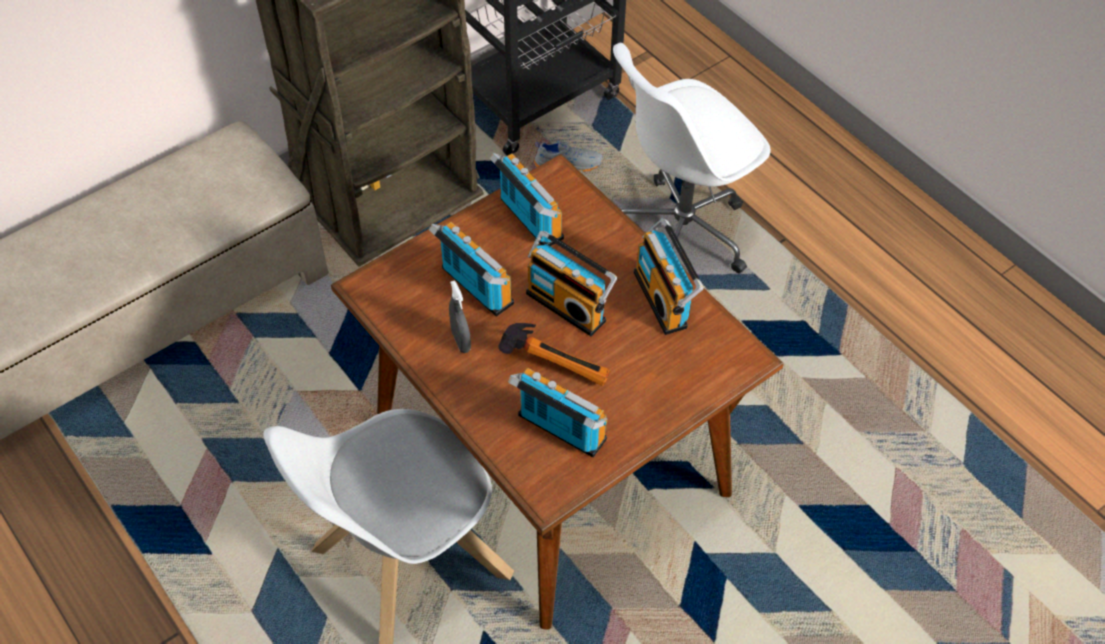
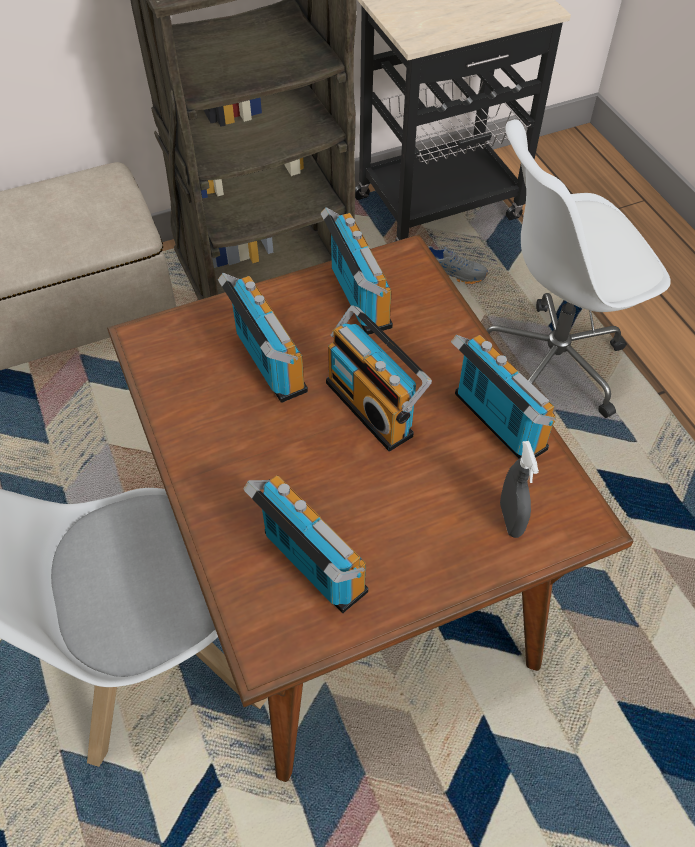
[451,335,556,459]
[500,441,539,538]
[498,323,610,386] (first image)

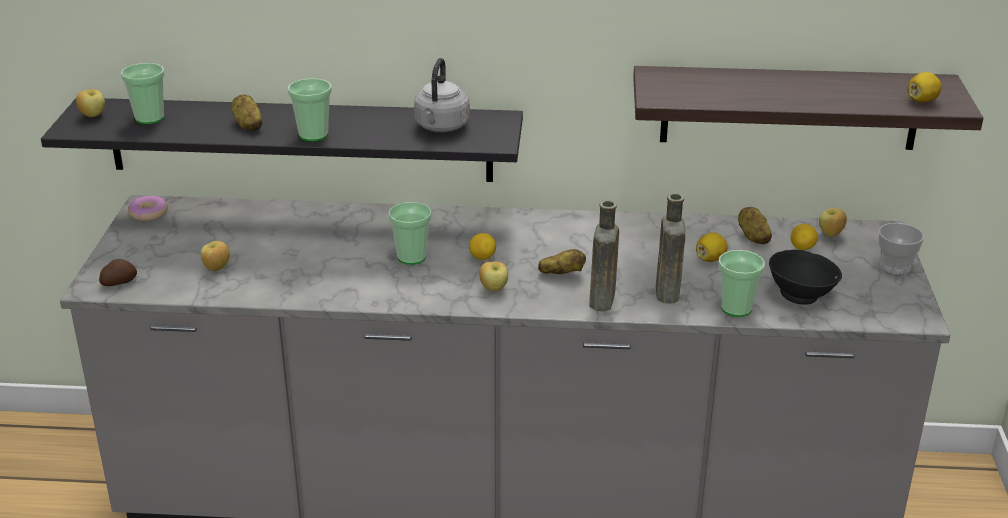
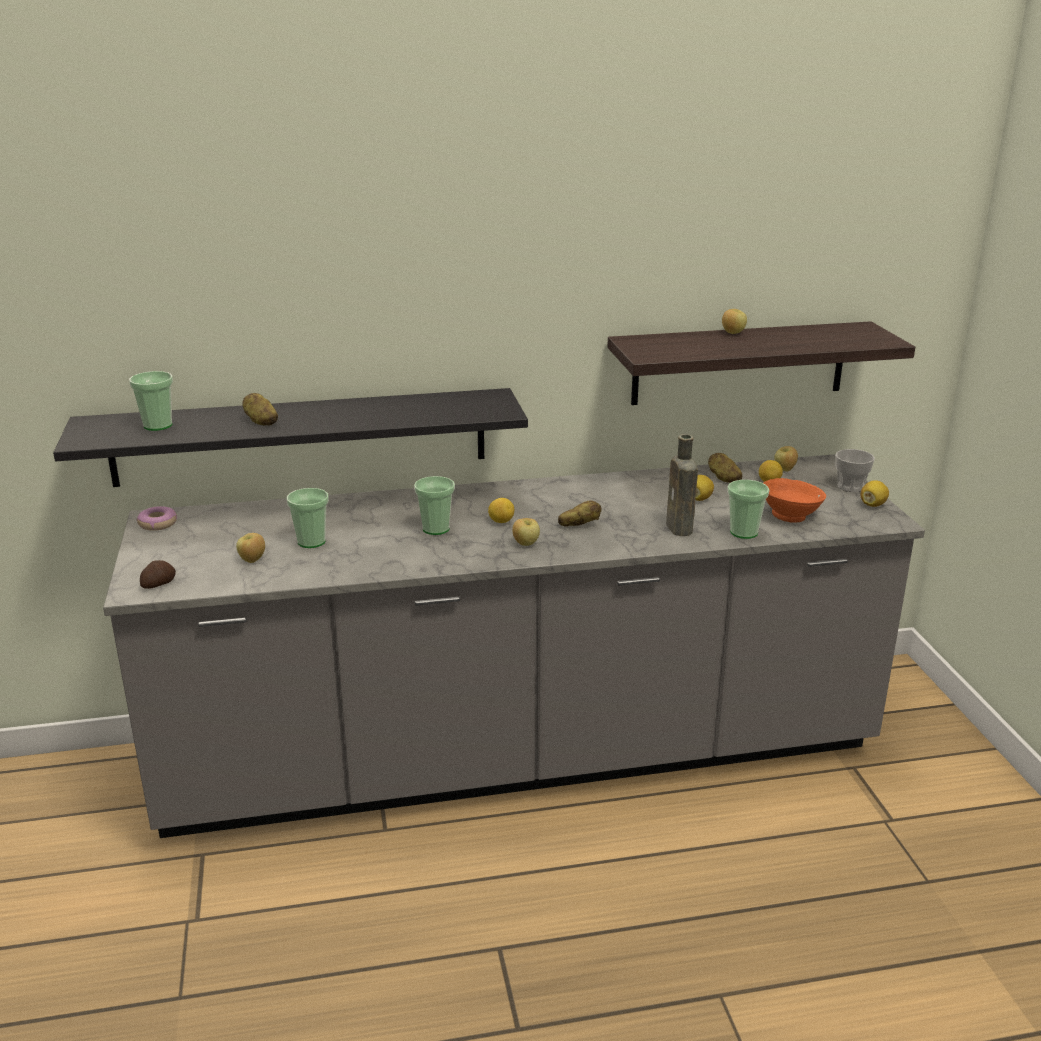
[287,488,329,548]
[722,309,747,334]
[764,478,826,523]
[860,480,889,507]
[414,58,470,132] (first image)
[589,200,619,311] (first image)

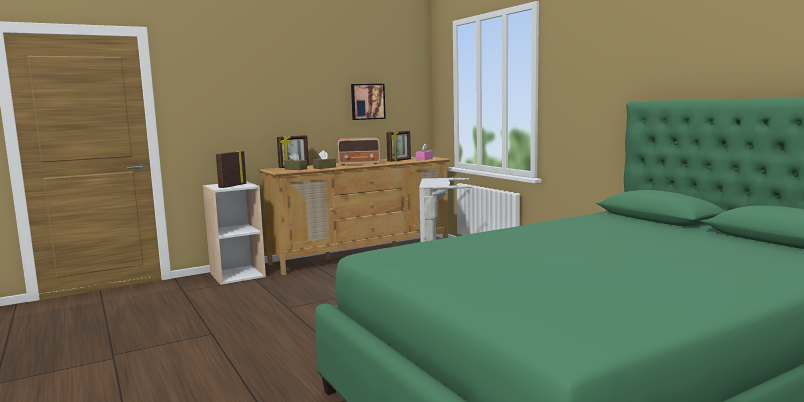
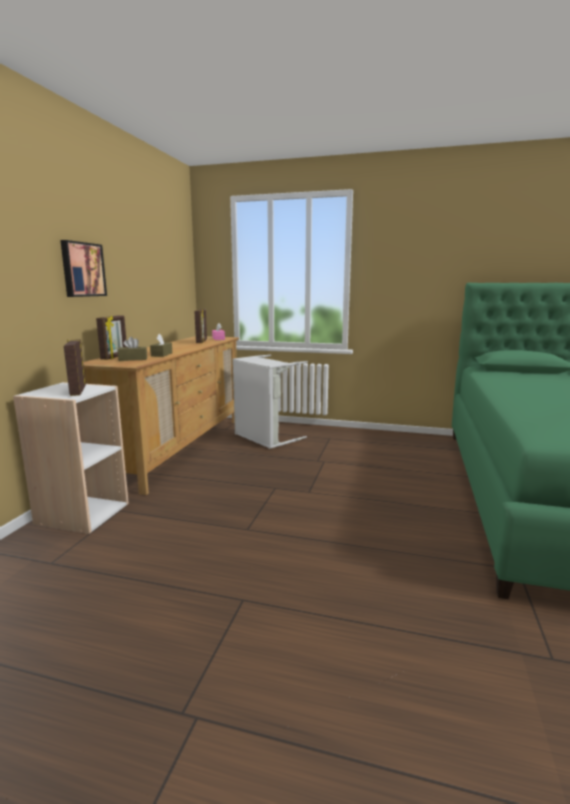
[60,240,107,297]
[337,137,380,166] (first image)

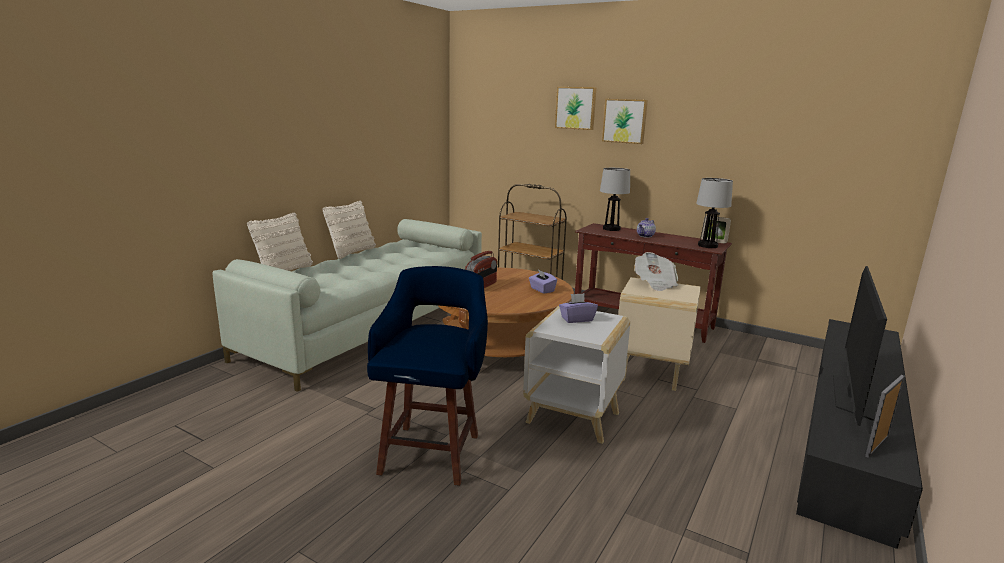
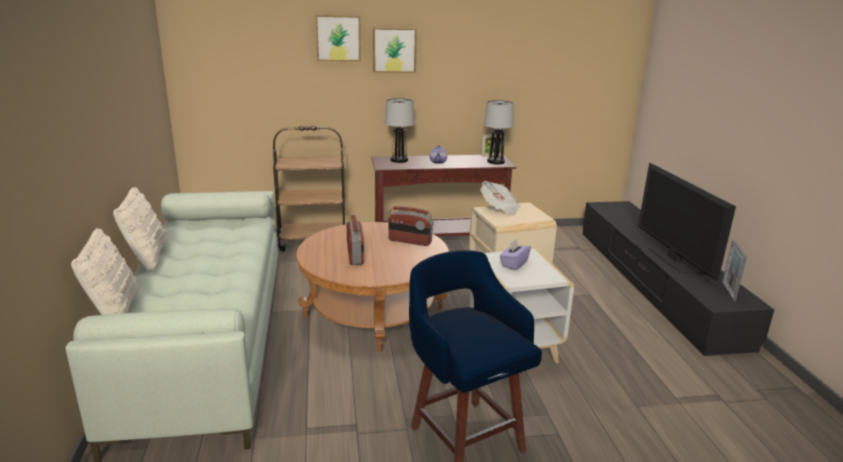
[388,206,434,246]

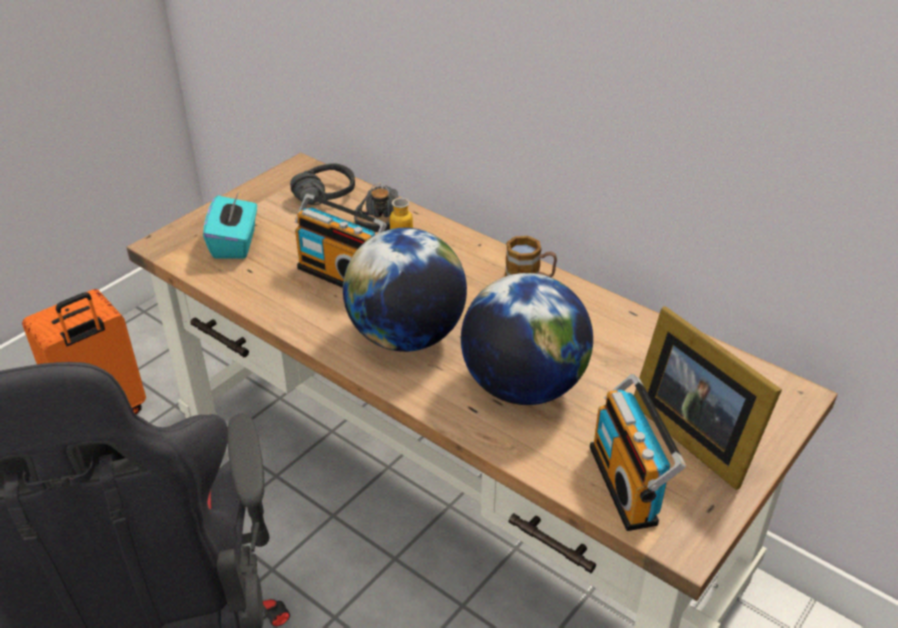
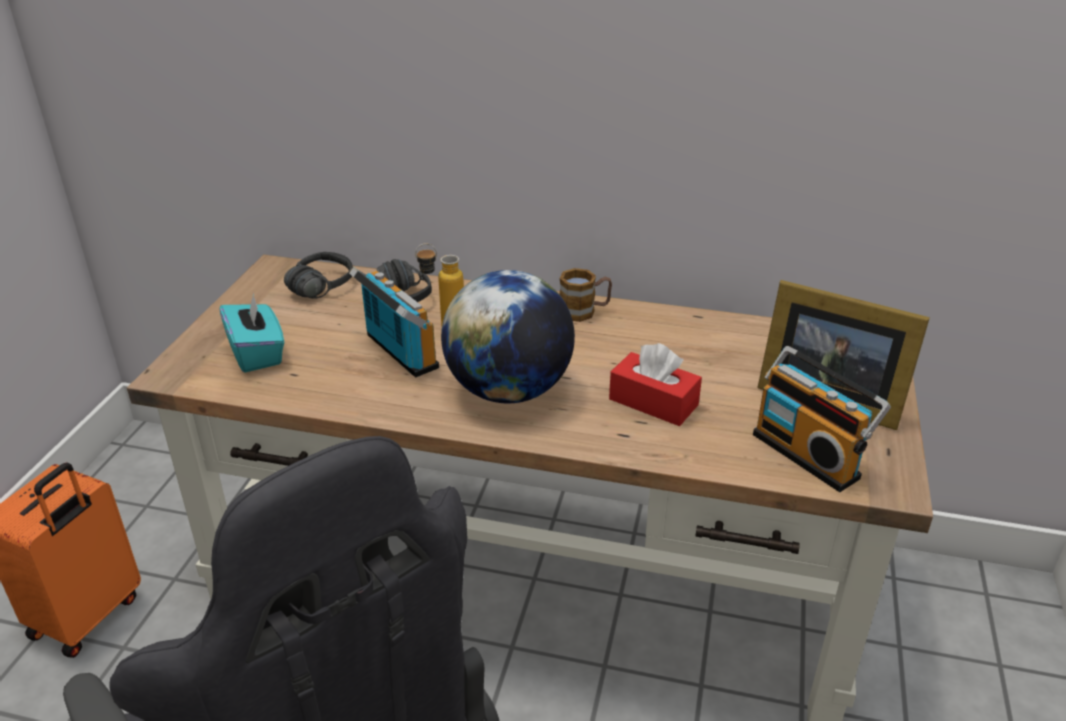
[349,267,439,377]
[609,343,702,426]

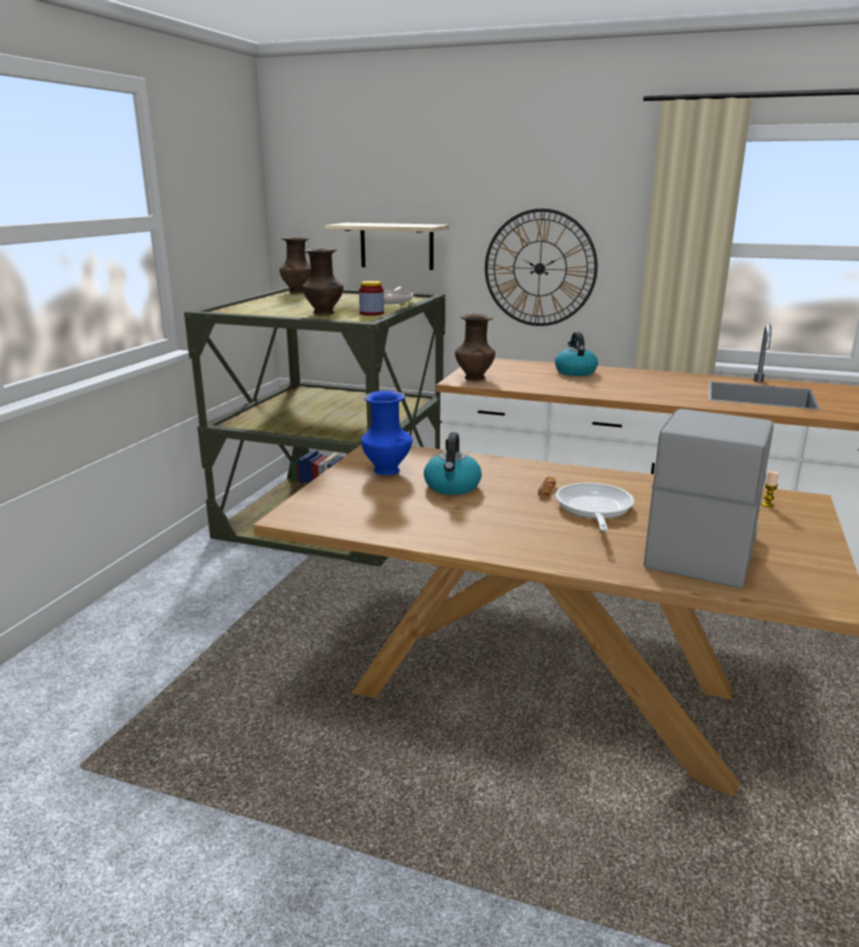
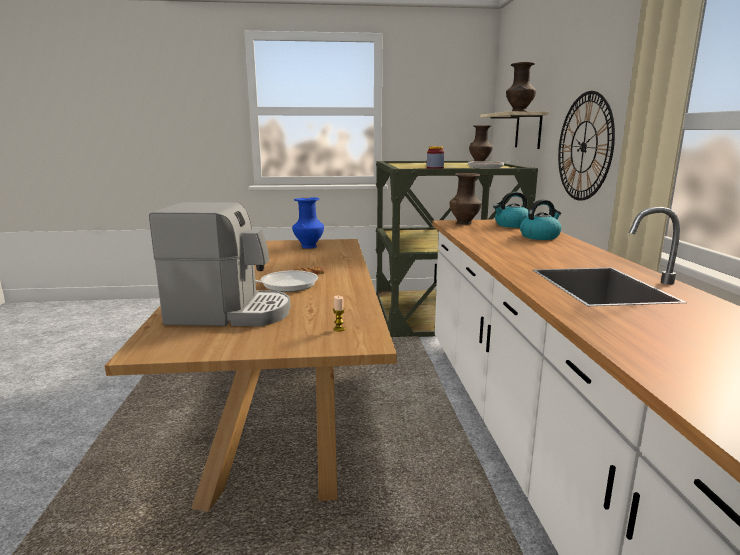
[493,192,529,228]
[506,62,536,111]

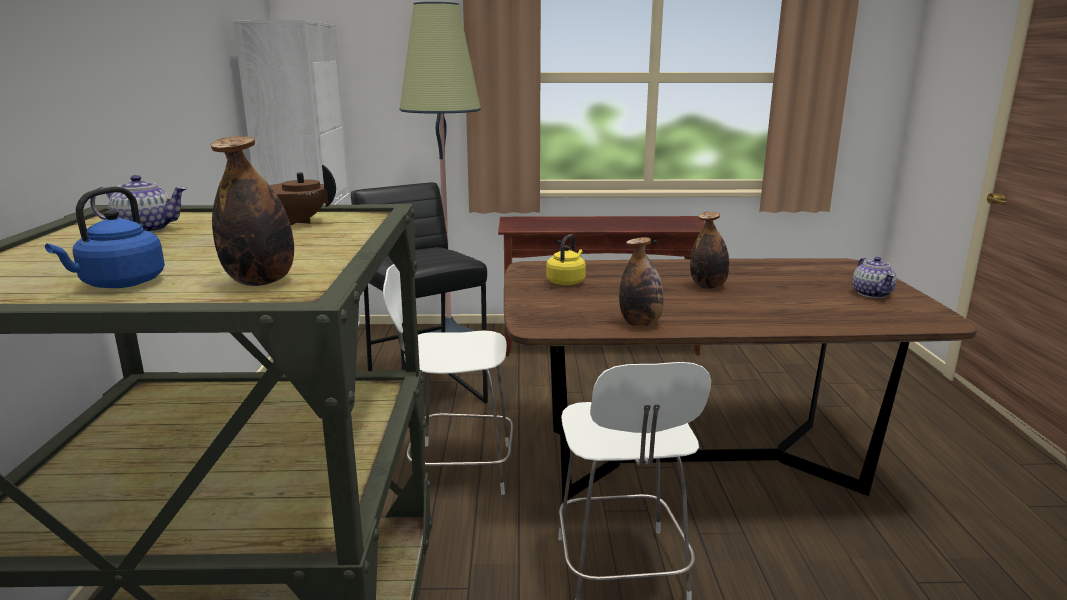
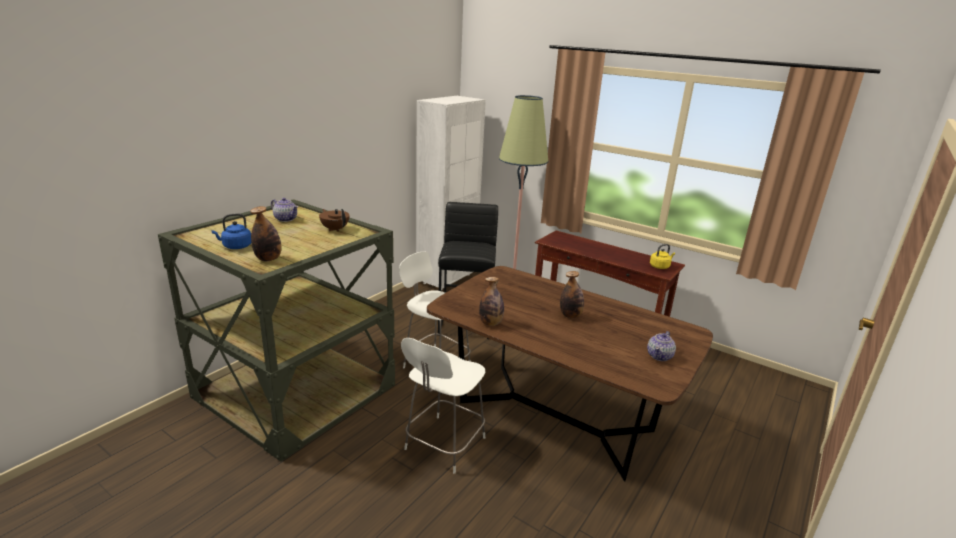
[650,244,675,269]

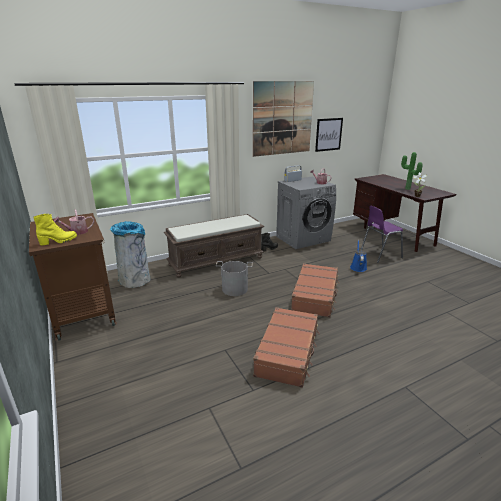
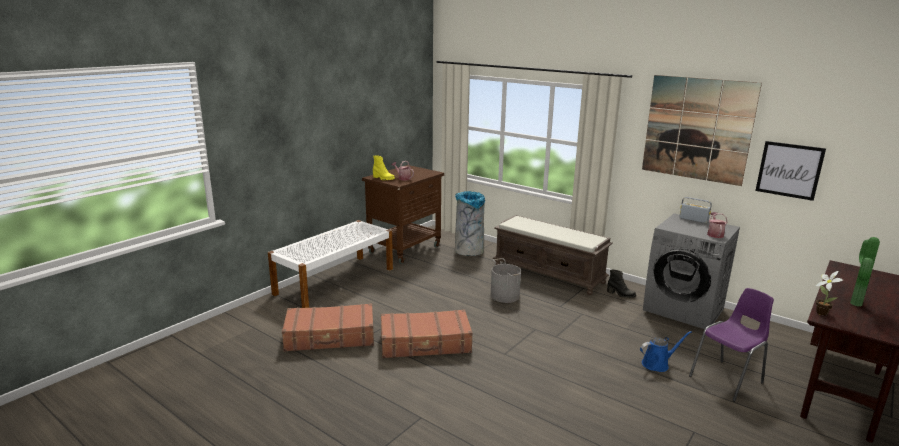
[268,220,393,308]
[282,303,374,352]
[689,288,774,402]

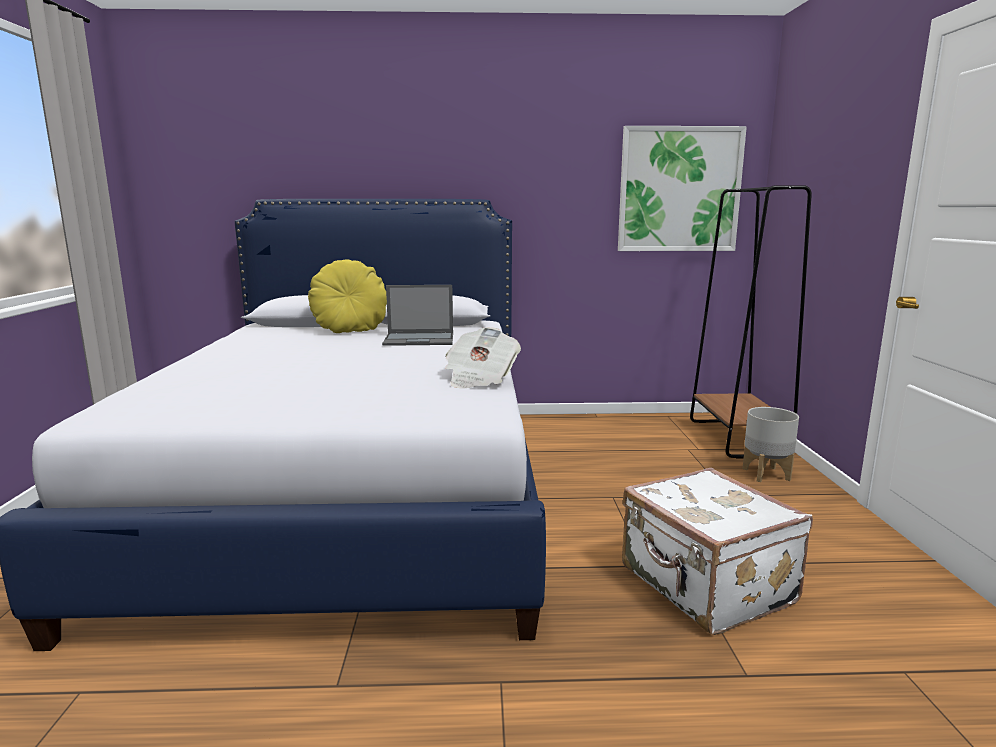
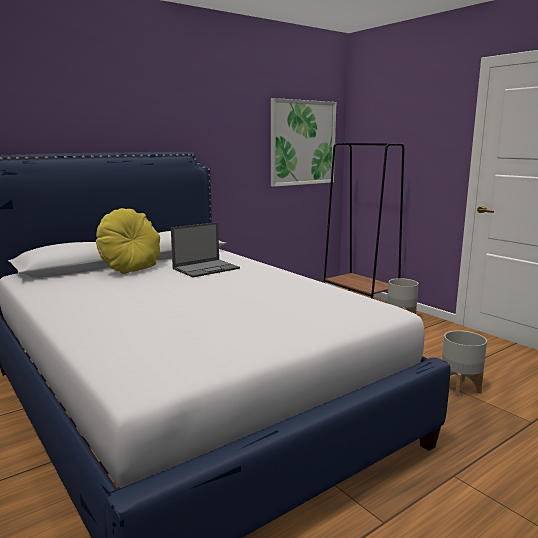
[442,330,487,397]
[445,327,521,388] (first image)

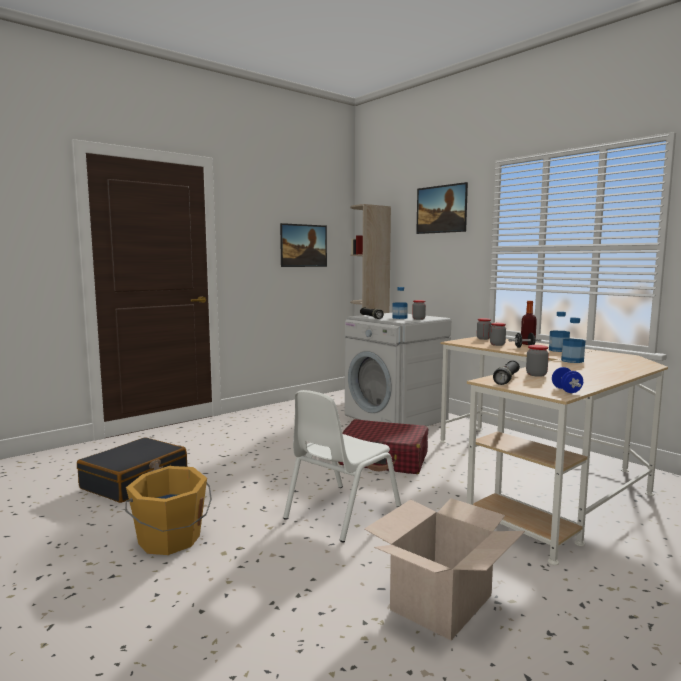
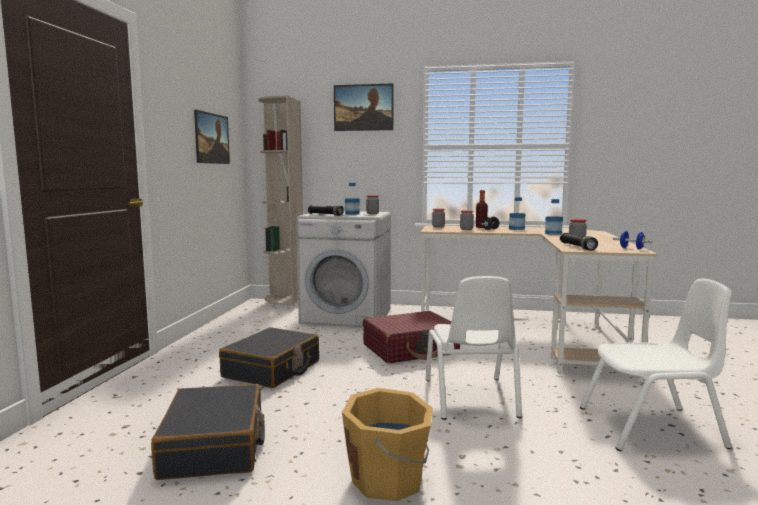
[219,327,319,388]
[580,279,732,451]

